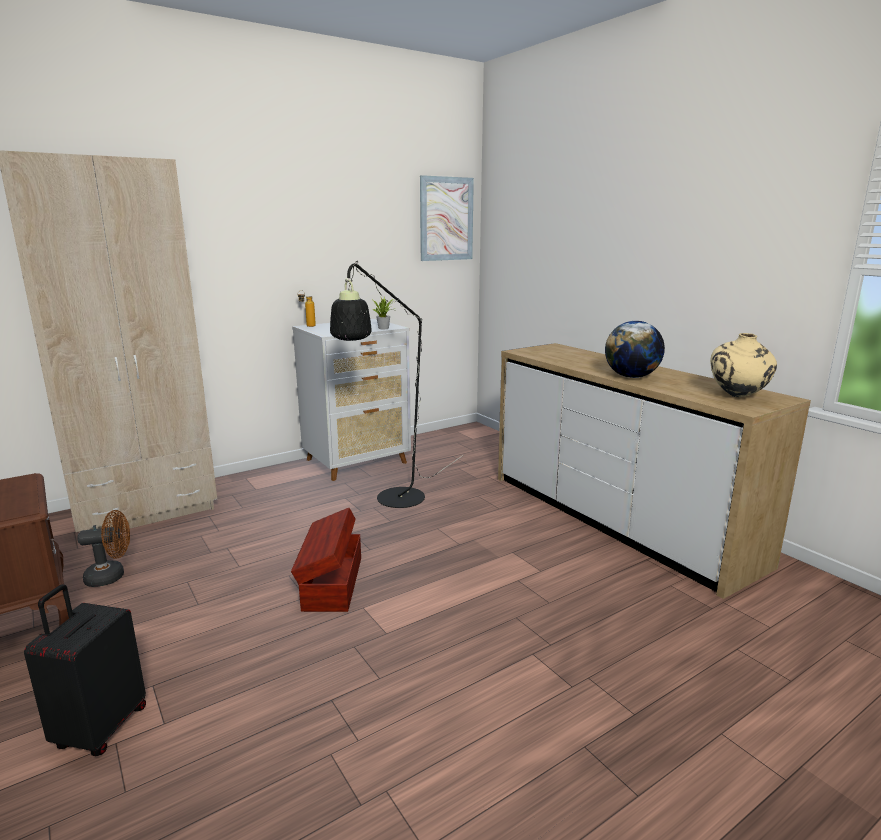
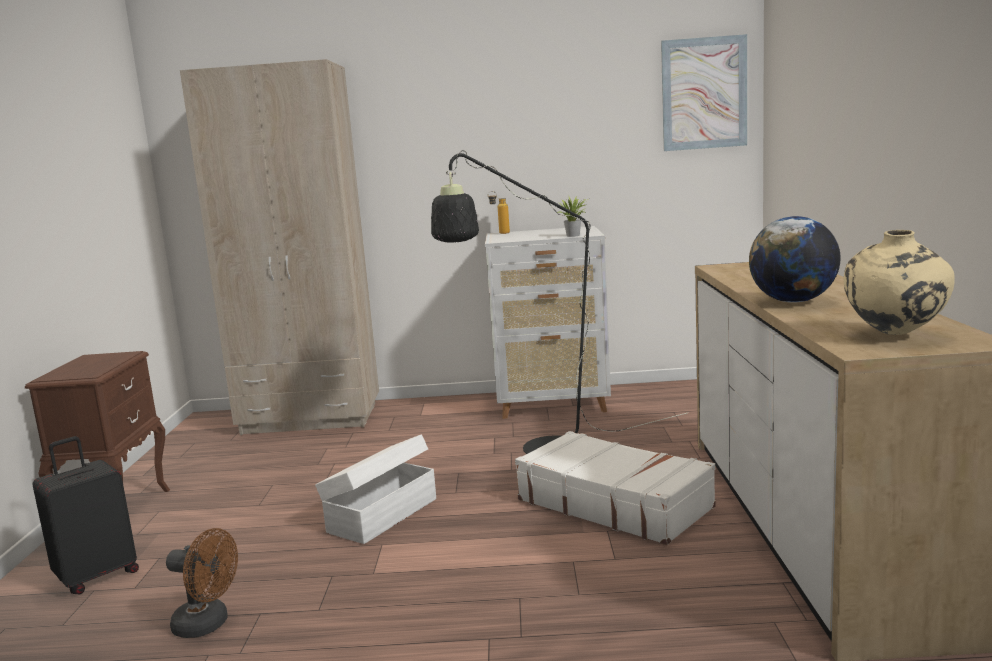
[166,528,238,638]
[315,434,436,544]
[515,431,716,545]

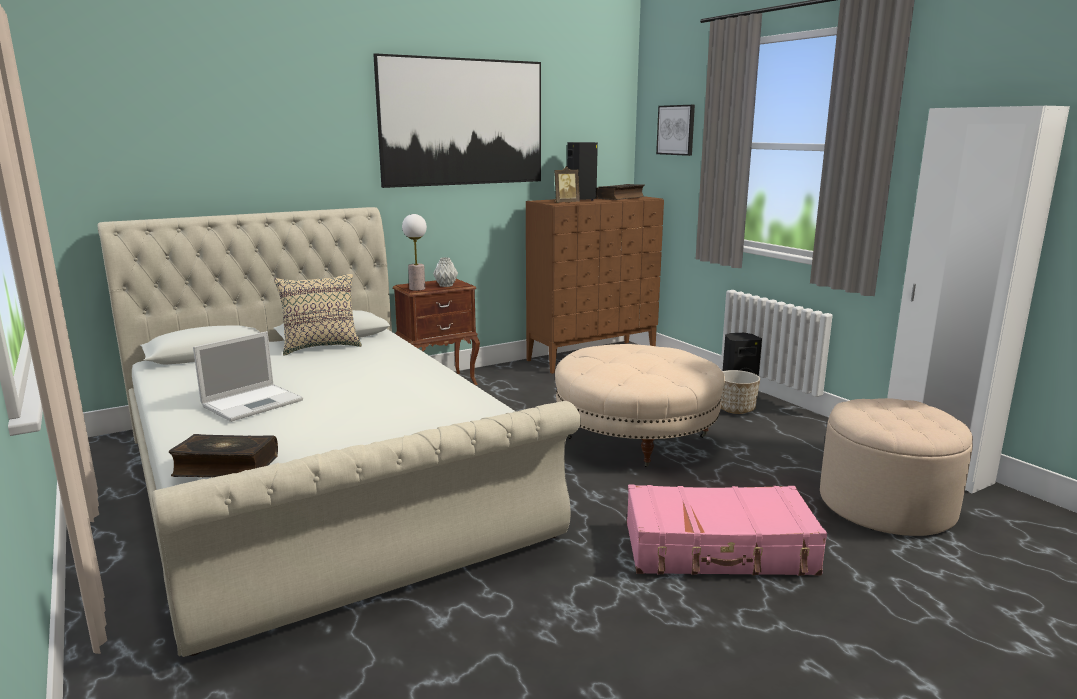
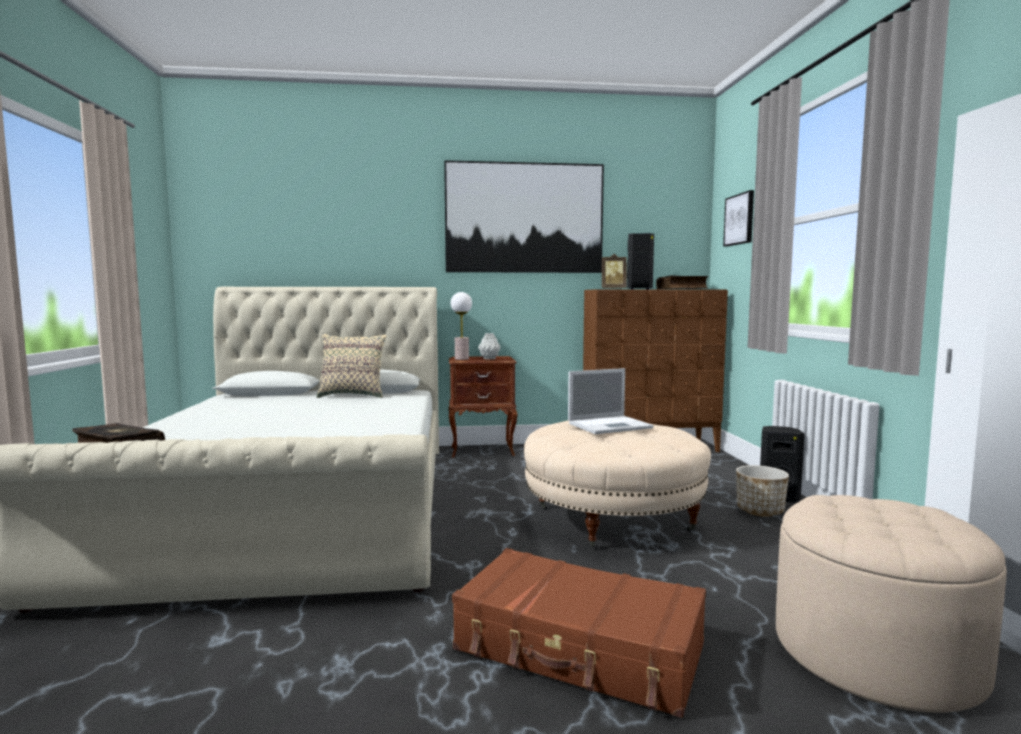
[452,548,706,718]
[568,368,654,434]

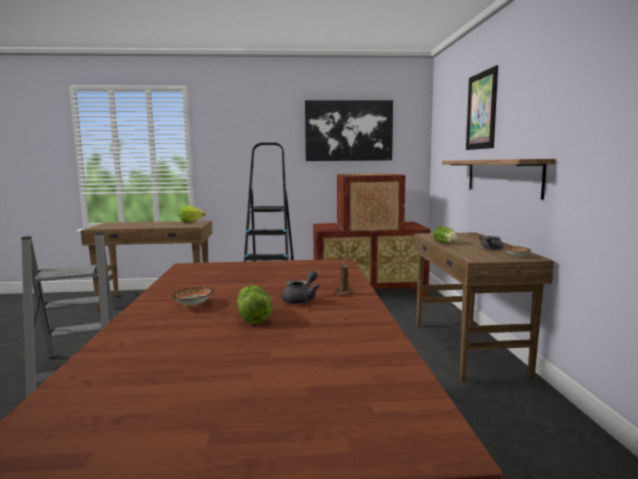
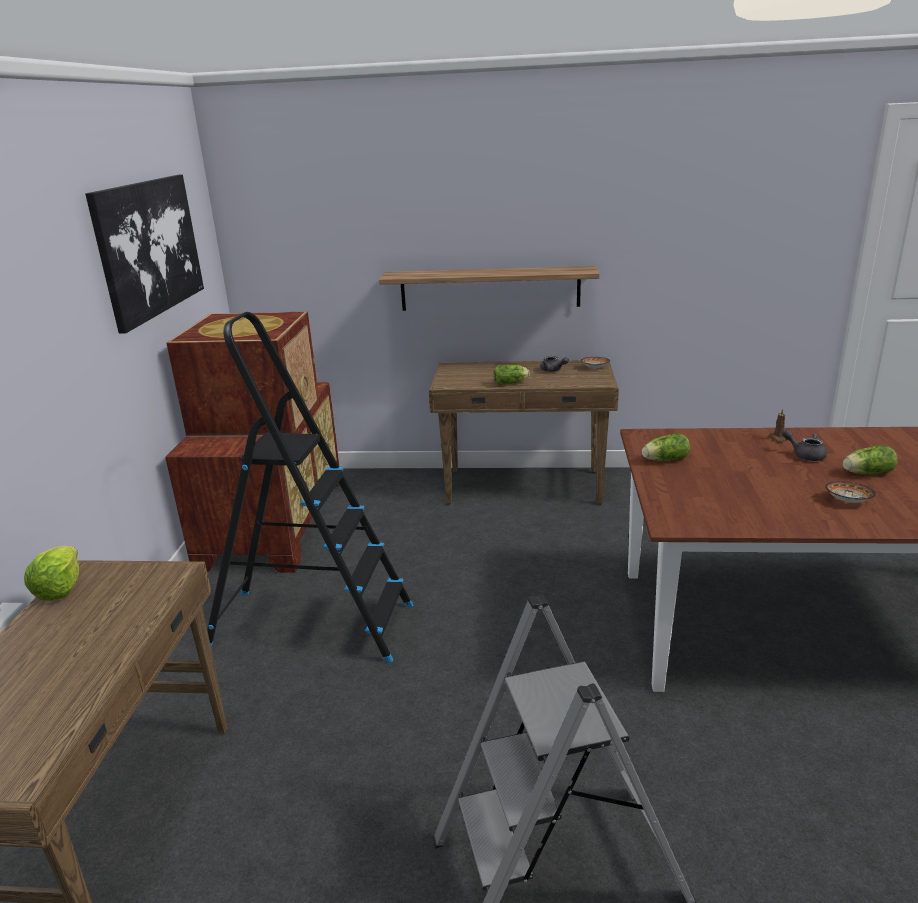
[642,434,690,461]
[466,65,498,150] (first image)

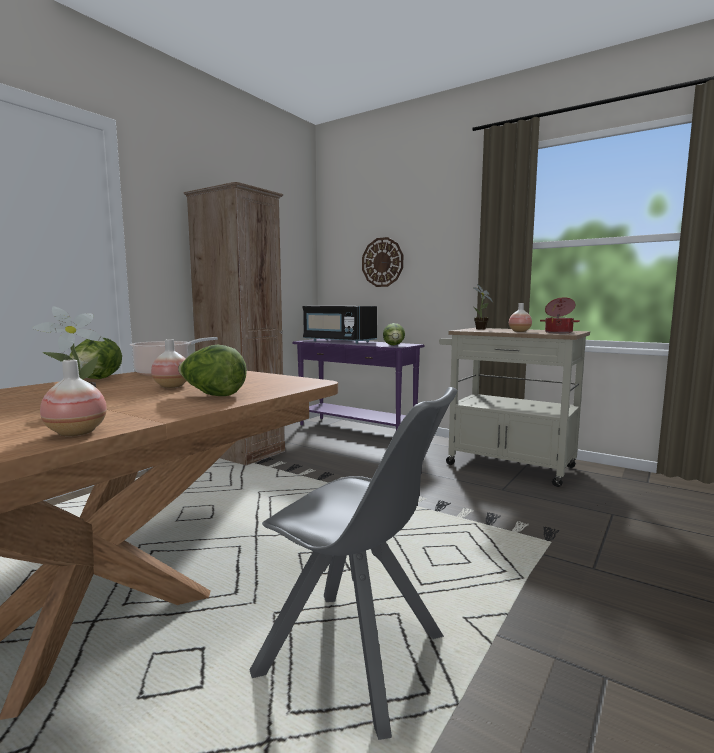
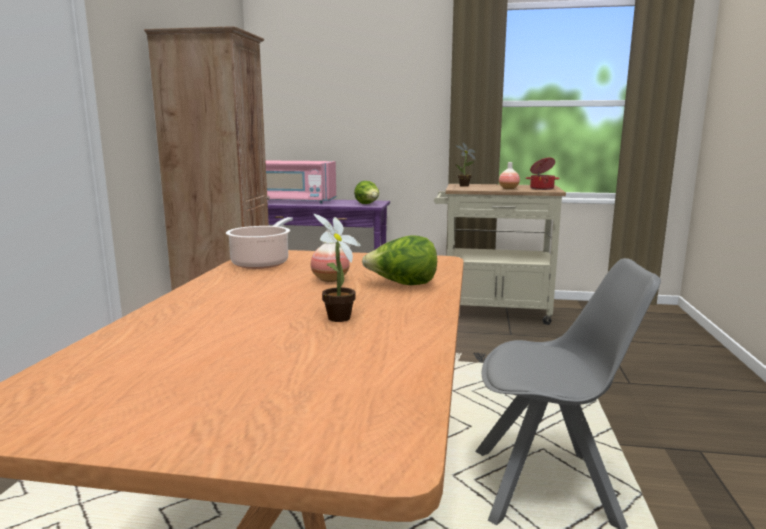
[266,160,336,204]
[40,360,107,436] (first image)
[69,338,122,379] (first image)
[362,237,403,287] (first image)

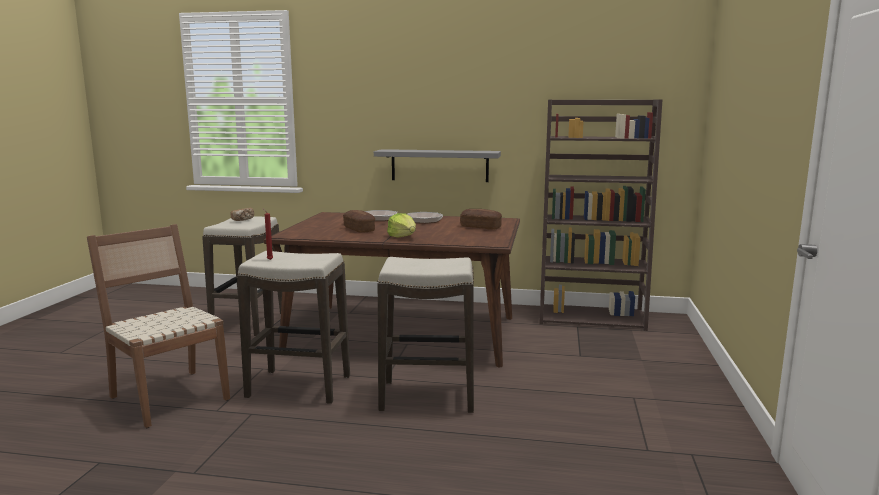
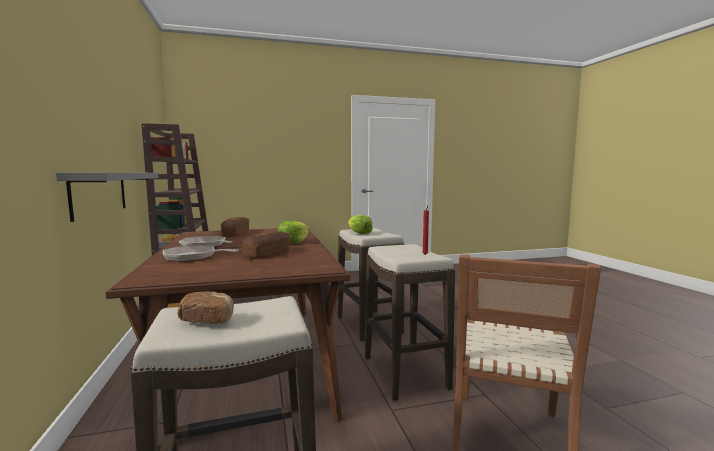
[348,215,373,234]

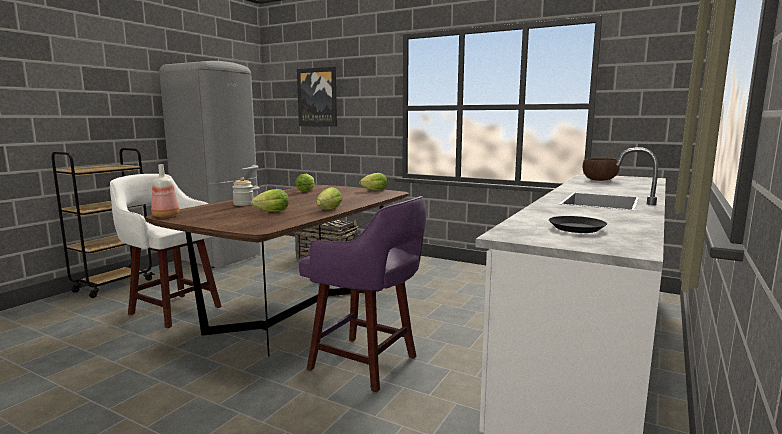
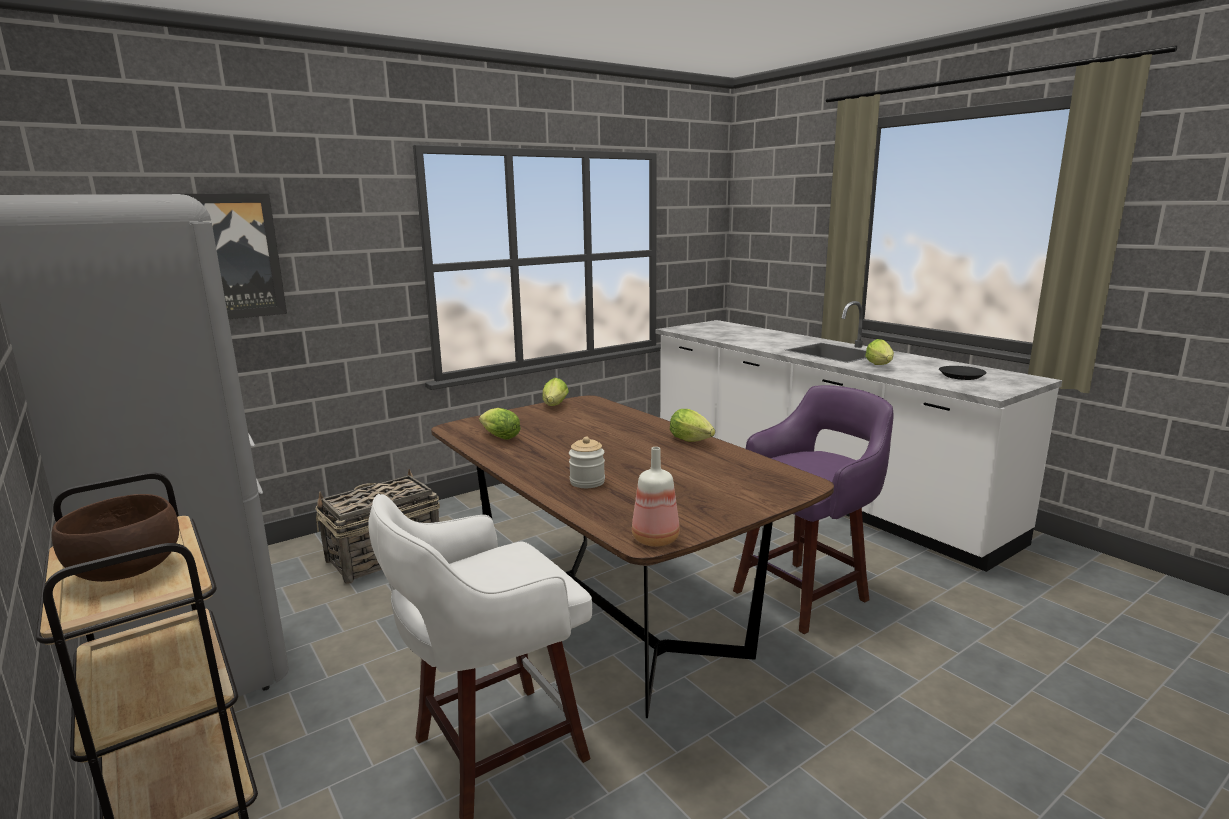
[51,494,179,582]
[865,339,894,365]

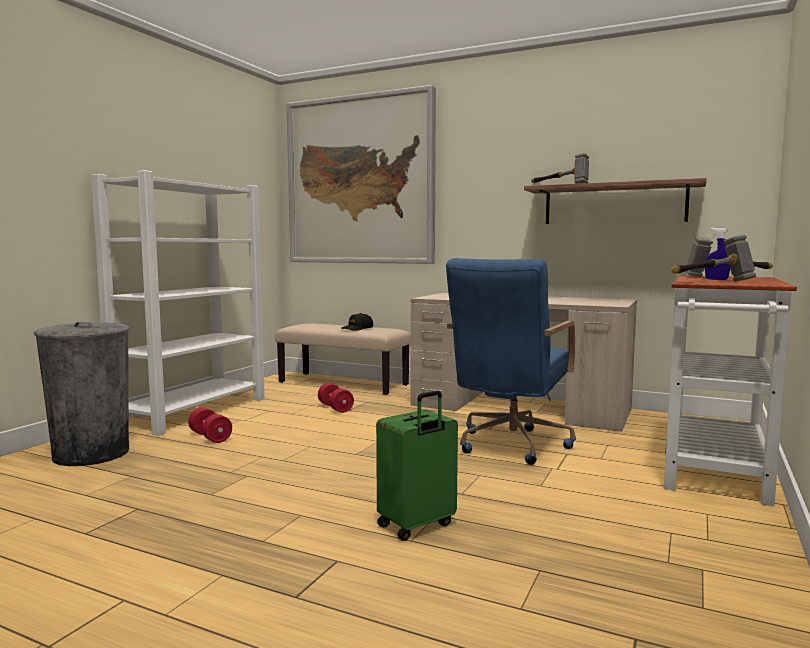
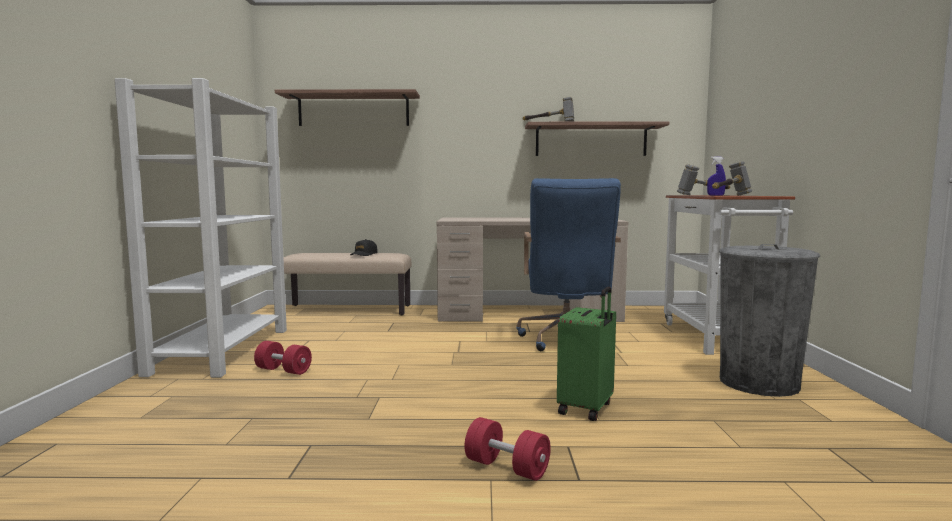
[275,89,420,126]
[465,417,551,481]
[719,244,820,397]

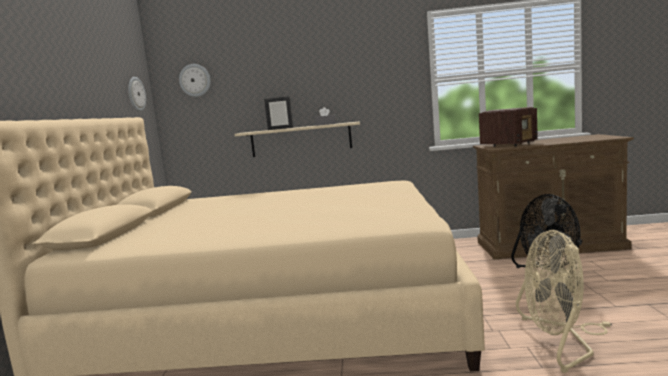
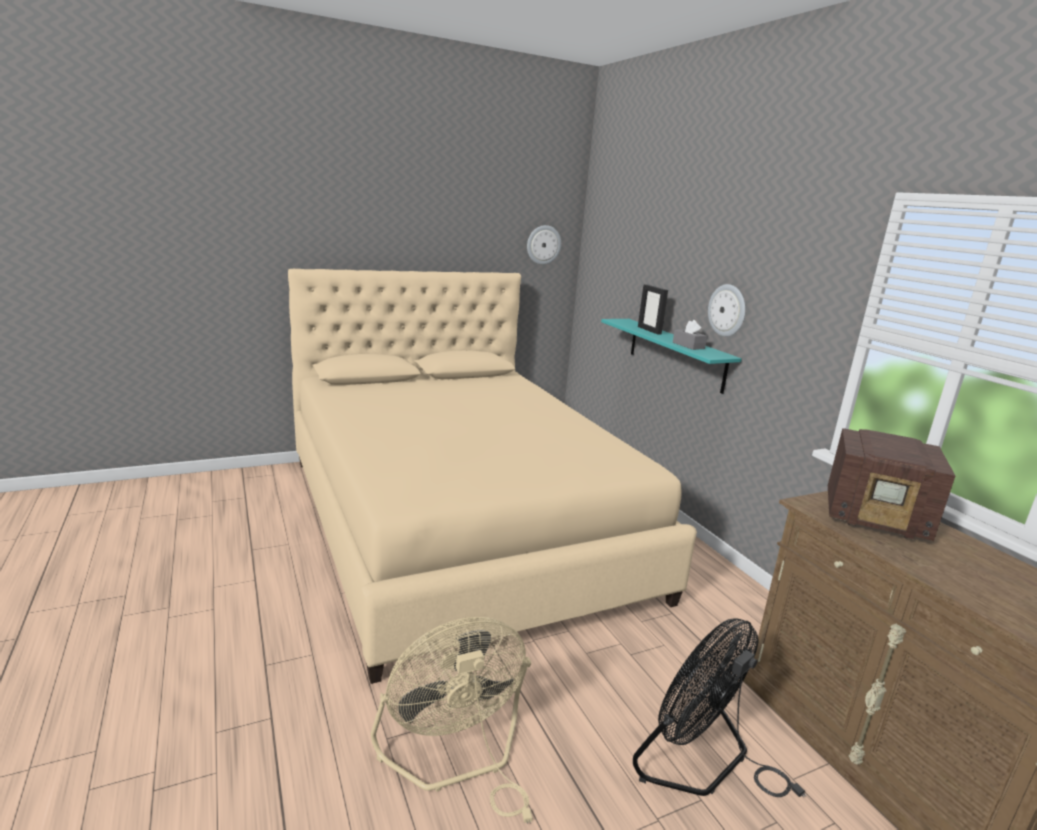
[601,319,742,394]
[708,284,745,337]

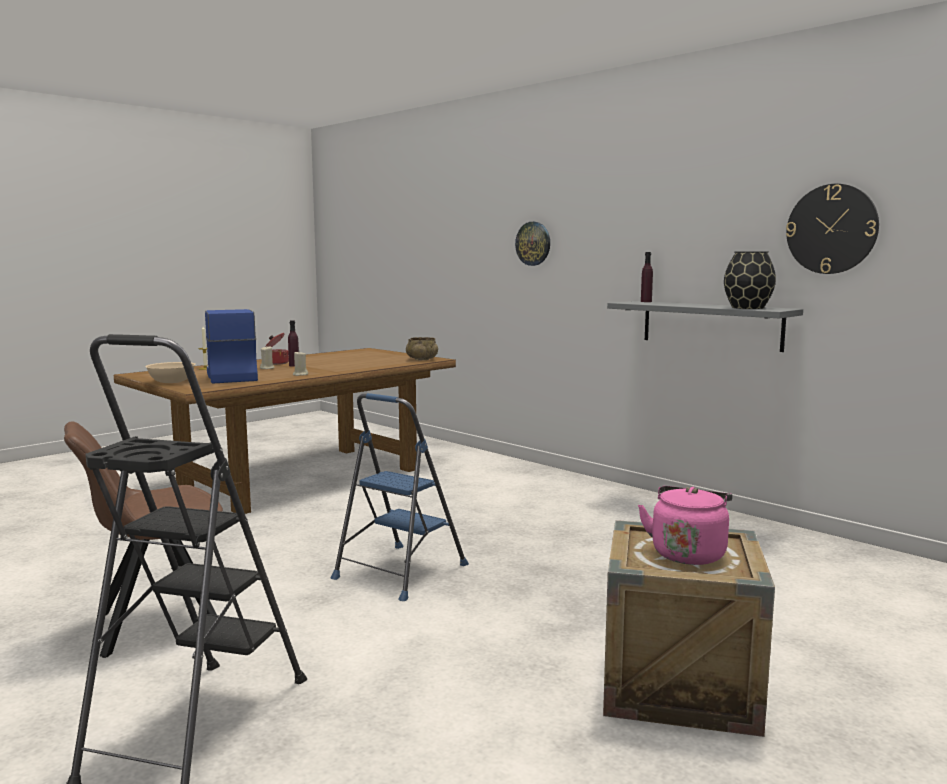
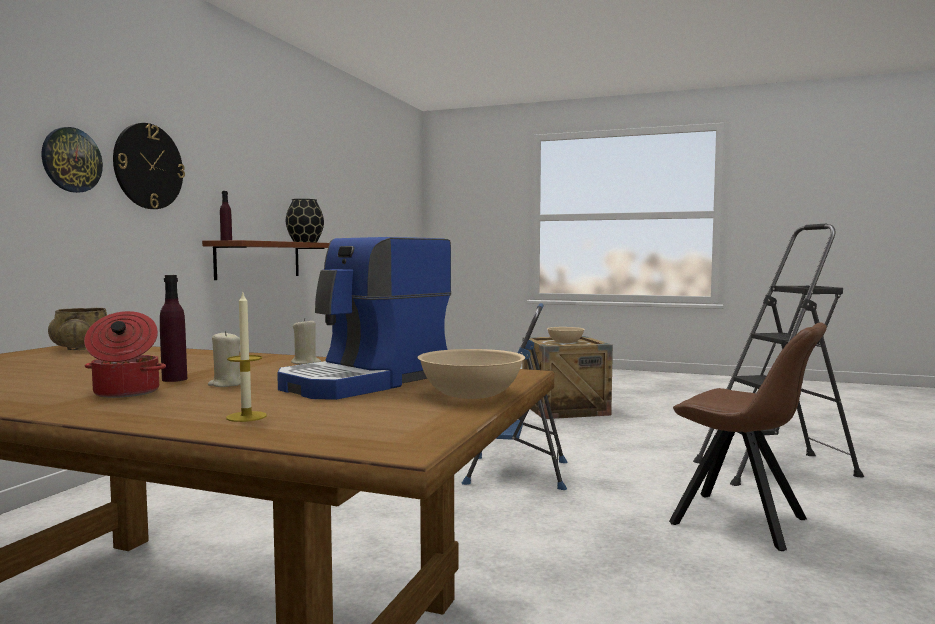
[113,123,185,209]
[202,240,329,280]
[547,327,585,343]

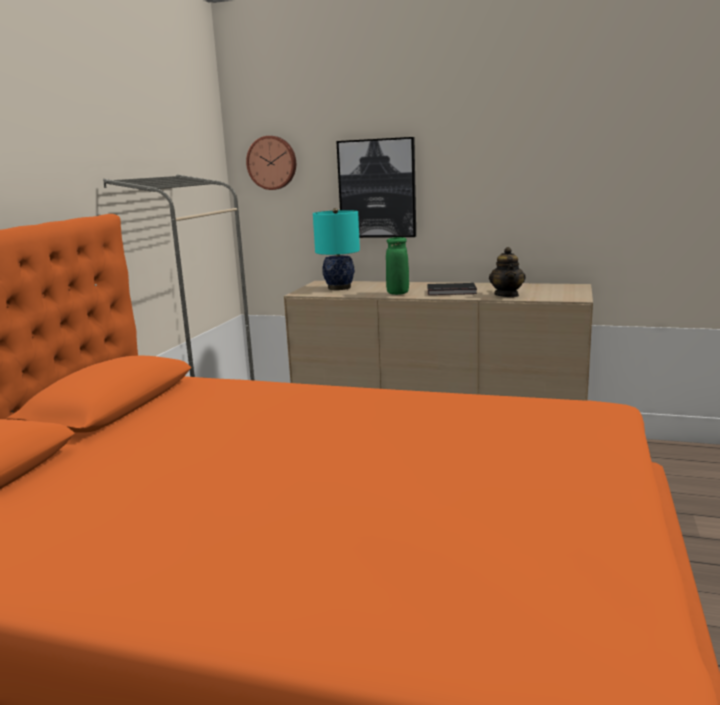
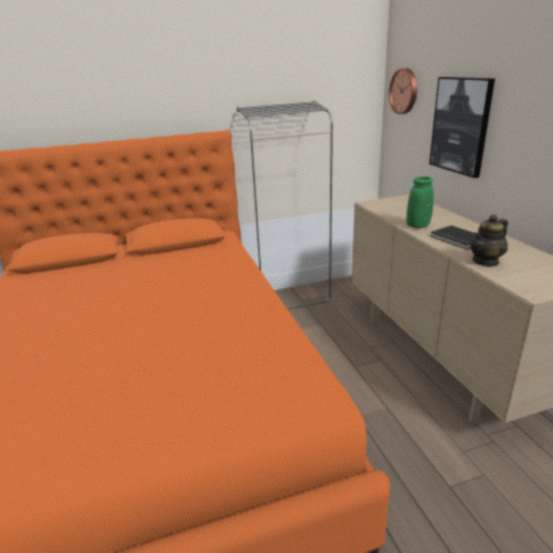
[313,208,360,290] (first image)

